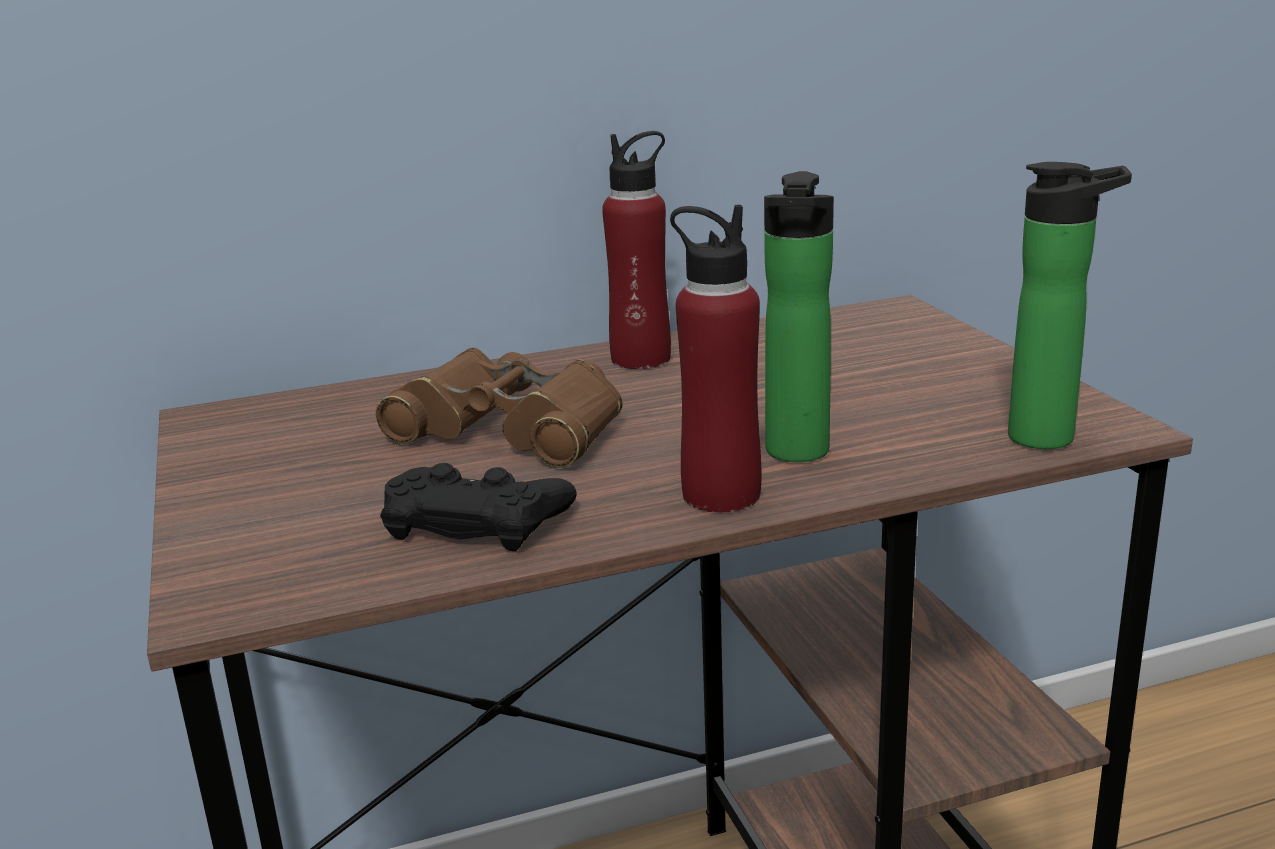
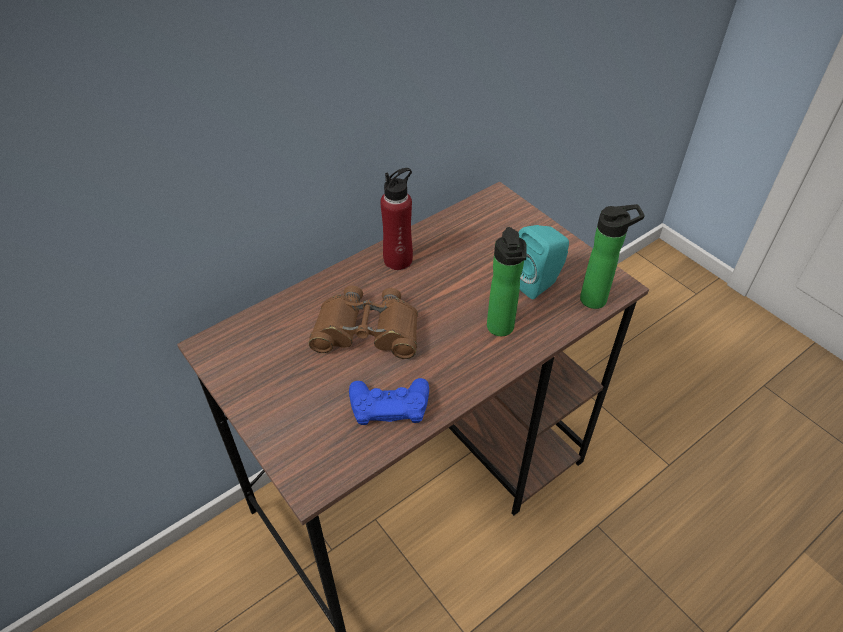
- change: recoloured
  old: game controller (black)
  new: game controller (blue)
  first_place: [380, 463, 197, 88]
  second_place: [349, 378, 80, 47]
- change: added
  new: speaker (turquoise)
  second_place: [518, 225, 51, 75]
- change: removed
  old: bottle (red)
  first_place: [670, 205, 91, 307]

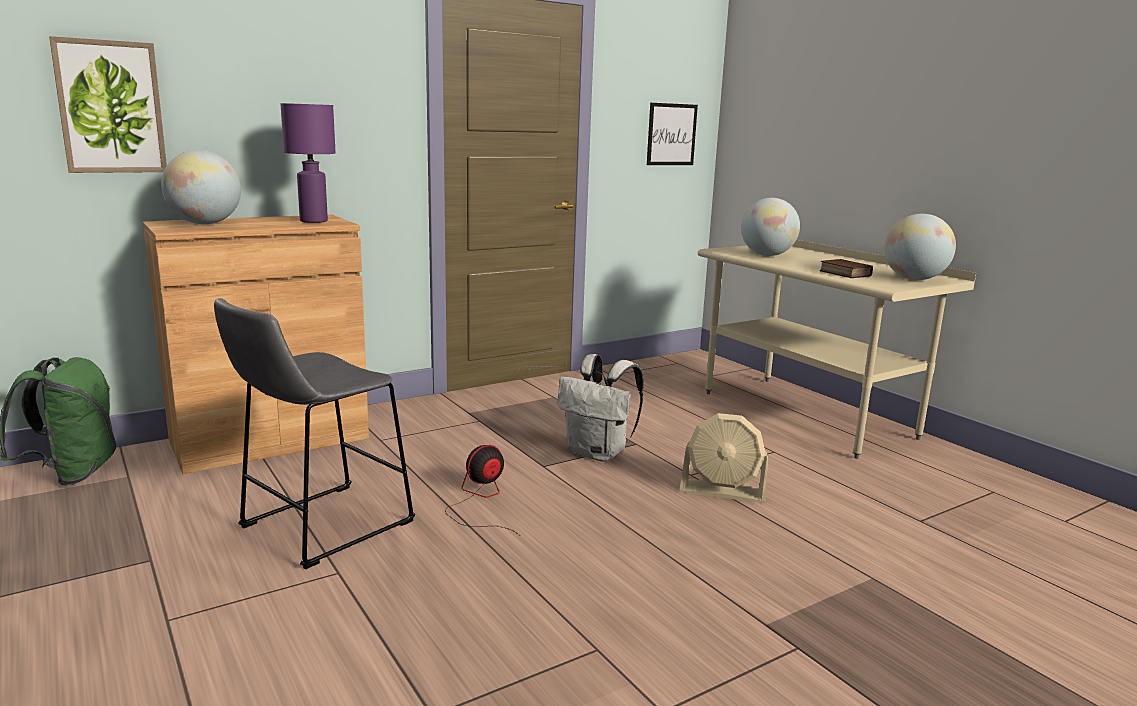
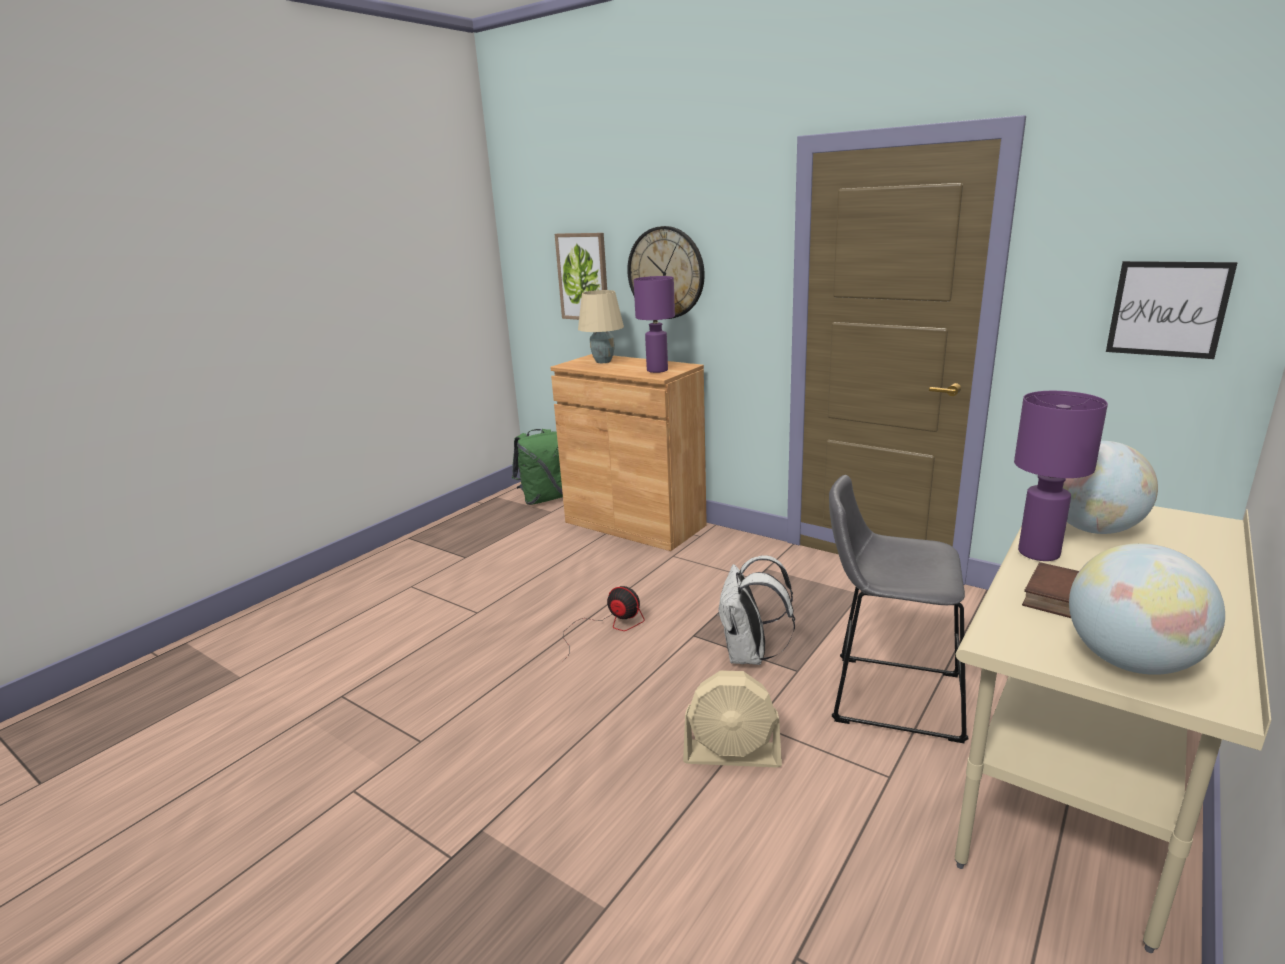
- change: replaced
  old: globe
  new: table lamp (beige)
  first_place: [161, 150, 80, 74]
  second_place: [578, 290, 46, 73]
- change: added
  new: wall clock
  second_place: [627, 226, 78, 93]
- change: turned
  old: fan (beige)
  first_place: [680, 413, 88, 90]
  second_place: [683, 670, 99, 97]
  degrees: -75
- change: moved
  old: stool (grey)
  first_place: [214, 298, 201, 271]
  second_place: [829, 475, 140, 268]
- change: added
  new: table lamp (purple)
  second_place: [1014, 391, 94, 170]

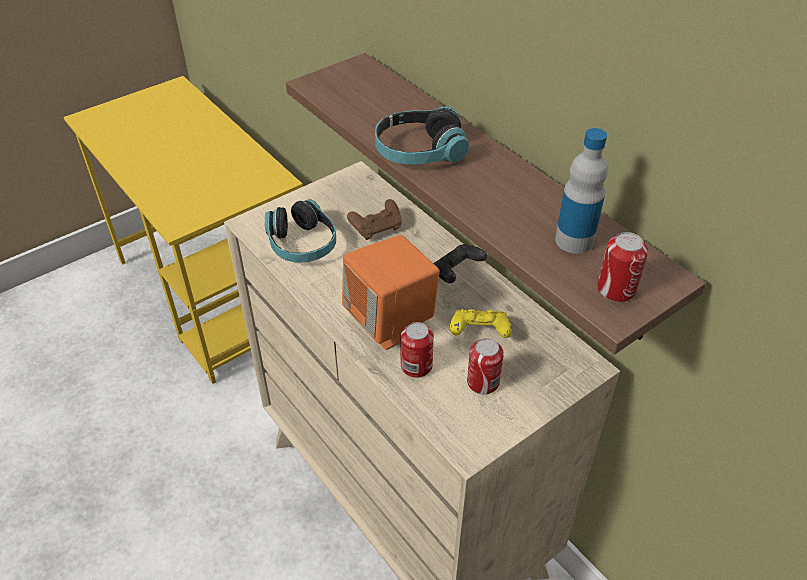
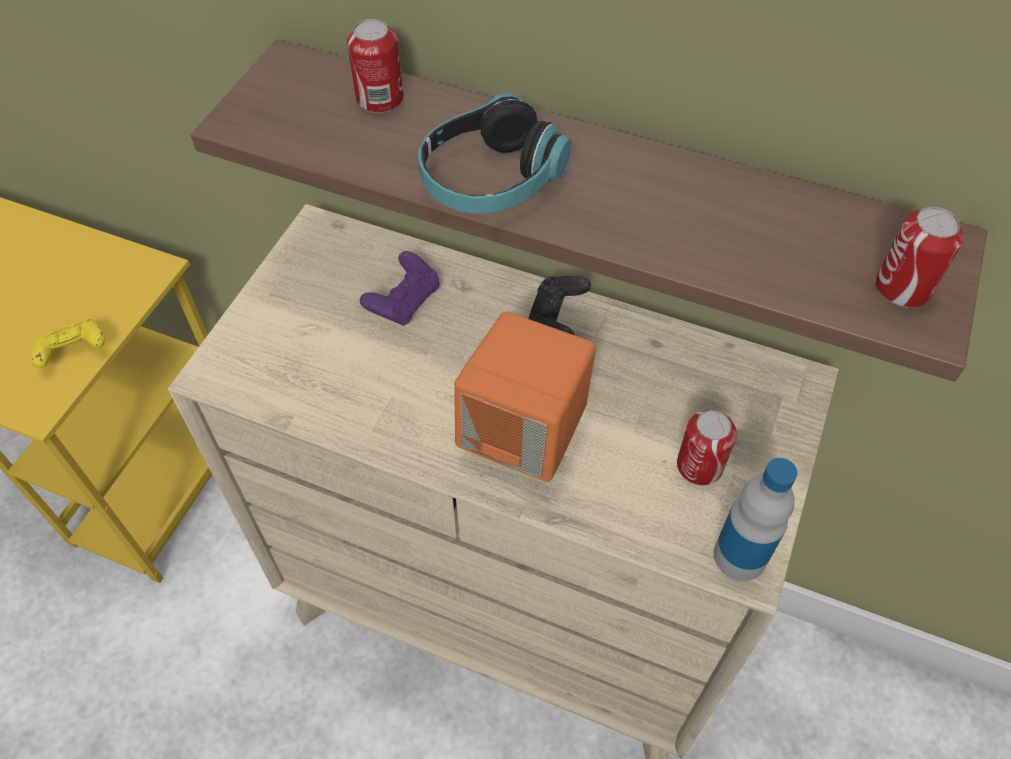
- change: moved
  old: game controller (yellow)
  first_place: [450, 309, 62, 29]
  second_place: [32, 319, 73, 49]
- change: moved
  old: can
  first_place: [401, 322, 33, 56]
  second_place: [347, 19, 56, 94]
- change: recoloured
  old: game controller (brown)
  new: game controller (purple)
  first_place: [347, 199, 54, 41]
  second_place: [360, 251, 80, 75]
- change: moved
  old: bottle
  first_place: [555, 128, 53, 126]
  second_place: [714, 458, 83, 123]
- change: removed
  old: headphones
  first_place: [265, 199, 71, 64]

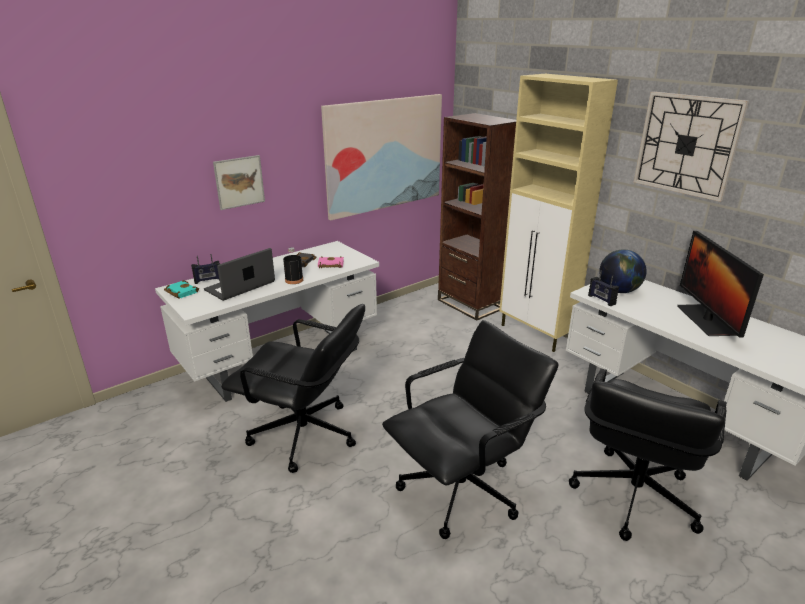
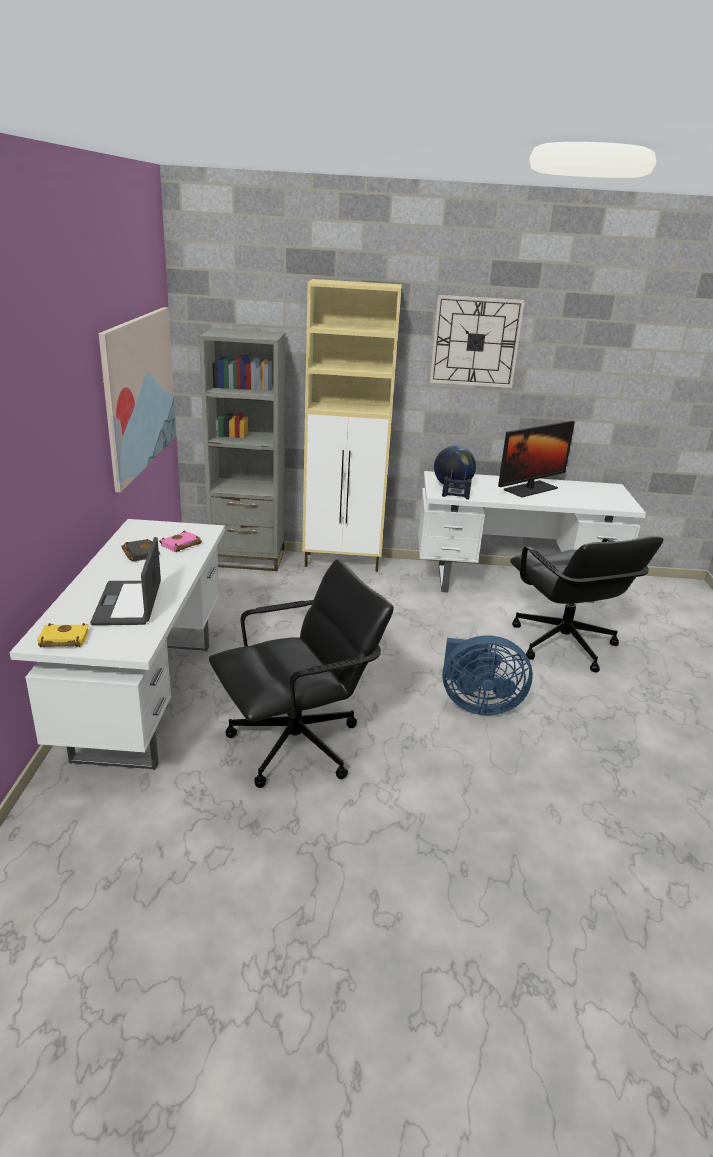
- change: recoloured
  old: book (turquoise)
  new: book (yellow)
  first_place: [164, 280, 35, 19]
  second_place: [37, 623, 52, 24]
- change: recoloured
  old: bookcase (brown)
  new: bookcase (grey)
  first_place: [438, 113, 78, 208]
  second_place: [199, 328, 87, 243]
- change: replaced
  old: office chair (black)
  new: fan (blue)
  first_place: [382, 320, 176, 219]
  second_place: [442, 635, 91, 81]
- change: turned
  old: monitor
  first_place: [677, 231, 87, 107]
  second_place: [498, 421, 77, 77]
  degrees: -75
- change: removed
  old: radio
  first_place: [191, 254, 29, 30]
- change: removed
  old: picture
  first_place: [213, 155, 52, 55]
- change: removed
  old: bottle (black)
  first_place: [283, 247, 20, 37]

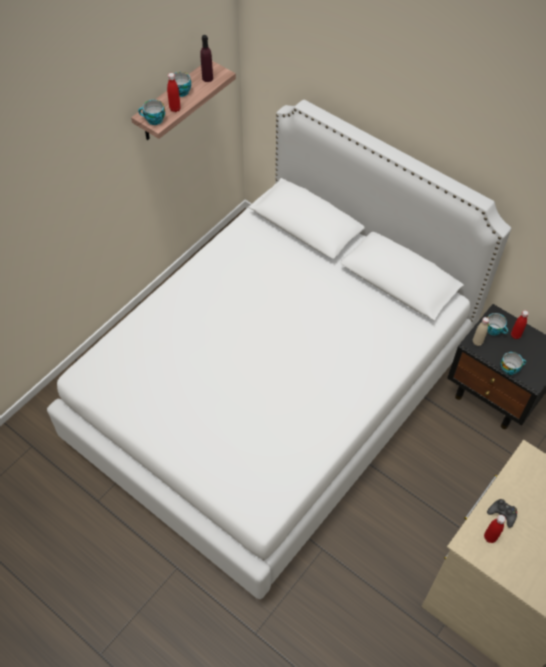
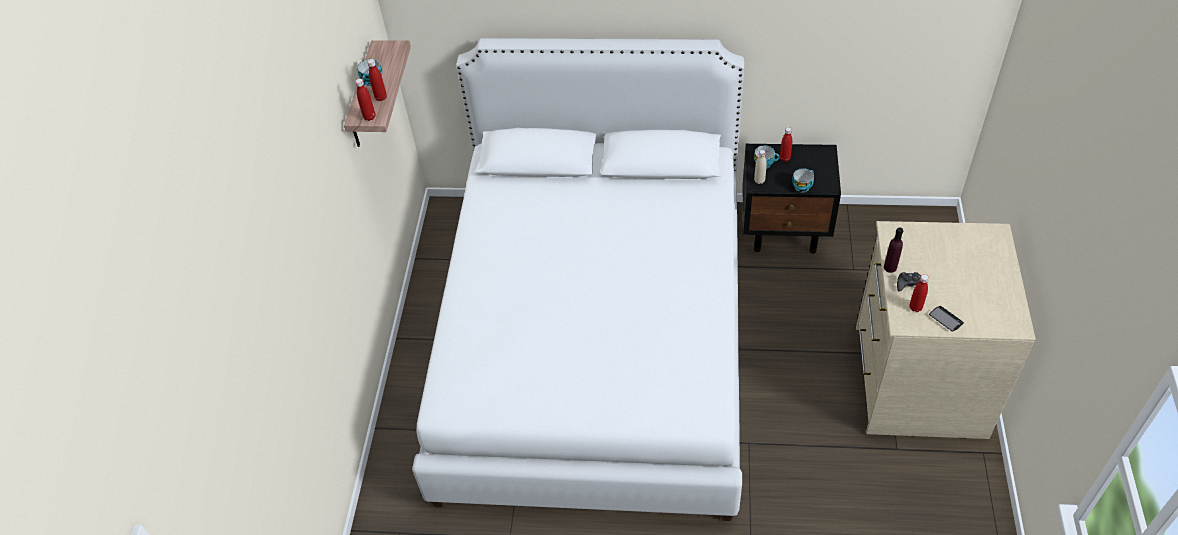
- change: replaced
  old: cup
  new: bottle (red)
  first_place: [138, 100, 27, 25]
  second_place: [355, 79, 20, 42]
- change: moved
  old: bottle (purple)
  first_place: [200, 35, 13, 47]
  second_place: [884, 227, 19, 46]
- change: added
  new: phone
  second_place: [929, 306, 35, 26]

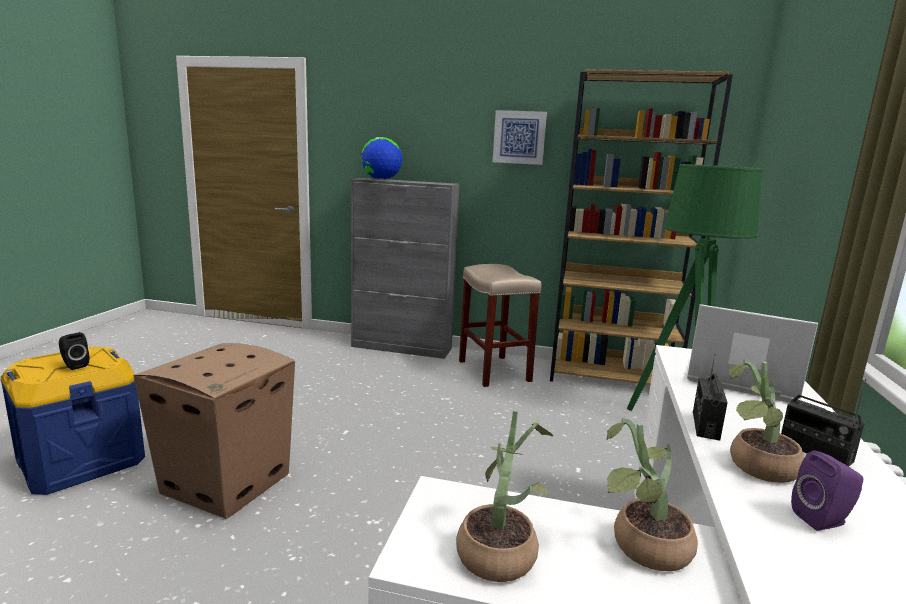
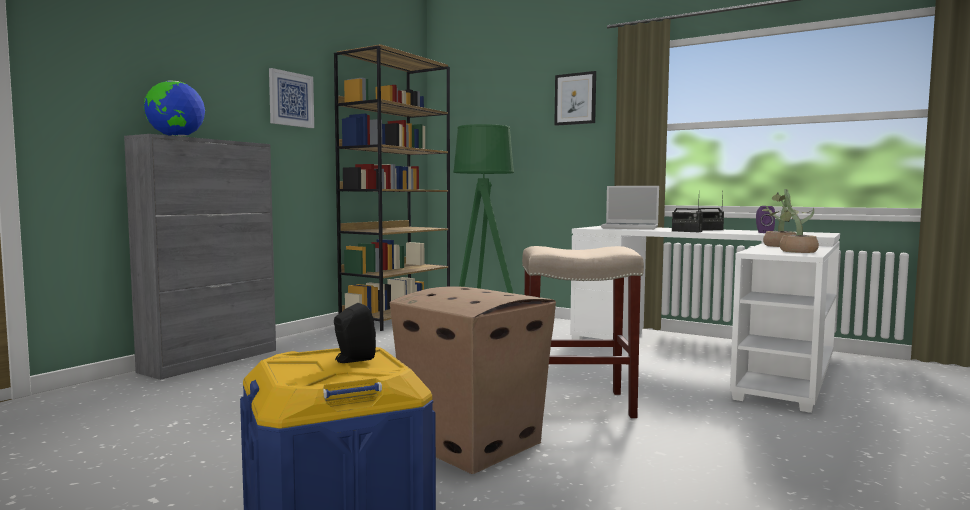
- change: moved
  old: stool (beige)
  first_place: [459, 264, 82, 123]
  second_place: [522, 246, 122, 172]
- change: added
  new: picture
  second_place: [554, 71, 42, 55]
- change: turned
  old: laptop
  first_place: [687, 304, 131, 99]
  second_place: [601, 186, 58, 44]
  degrees: -120
- change: removed
  old: potted plant
  first_place: [728, 360, 76, 123]

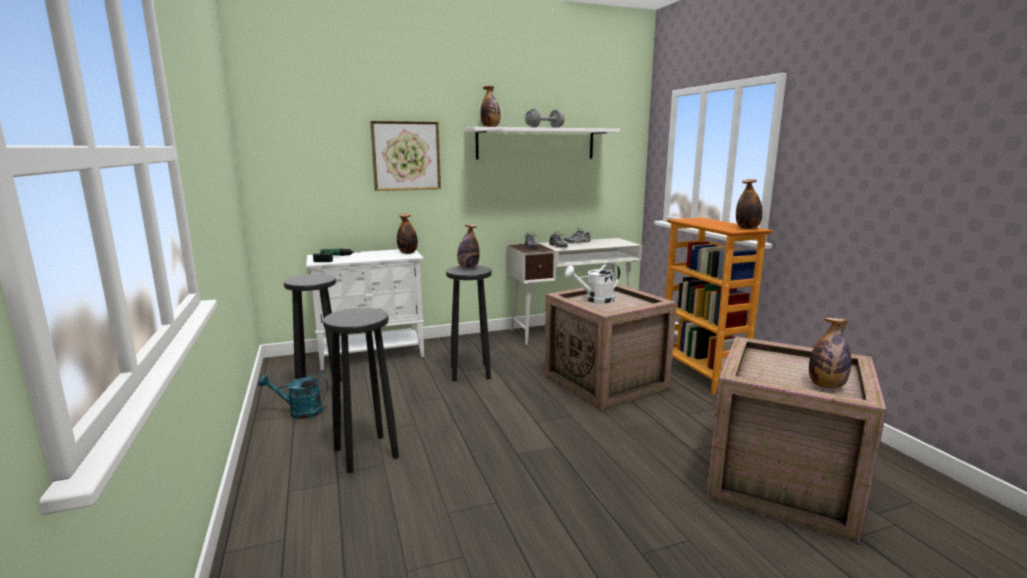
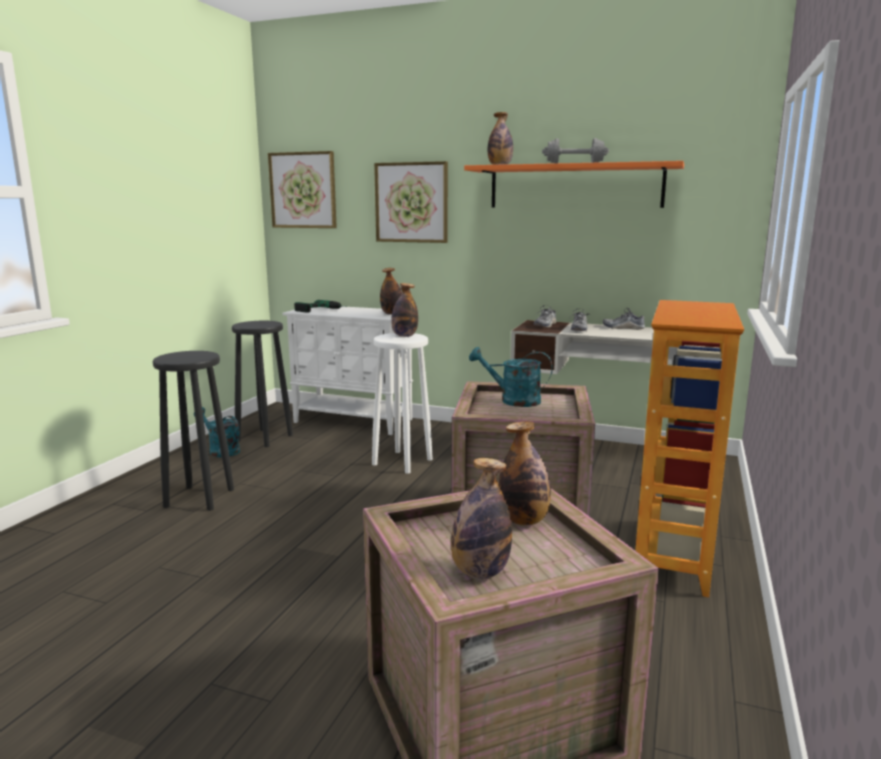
- change: added
  new: picture
  second_place: [268, 151, 69, 77]
- change: recoloured
  old: stool (black)
  new: stool (white)
  first_place: [446, 265, 46, 116]
  second_place: [372, 333, 61, 141]
- change: recoloured
  old: shelf (white)
  new: shelf (orange)
  first_place: [464, 127, 156, 33]
  second_place: [464, 161, 220, 47]
- change: recoloured
  old: watering can (white)
  new: watering can (turquoise)
  first_place: [565, 263, 55, 40]
  second_place: [469, 347, 84, 60]
- change: moved
  old: bottle
  first_place: [736, 179, 27, 50]
  second_place: [499, 421, 52, 104]

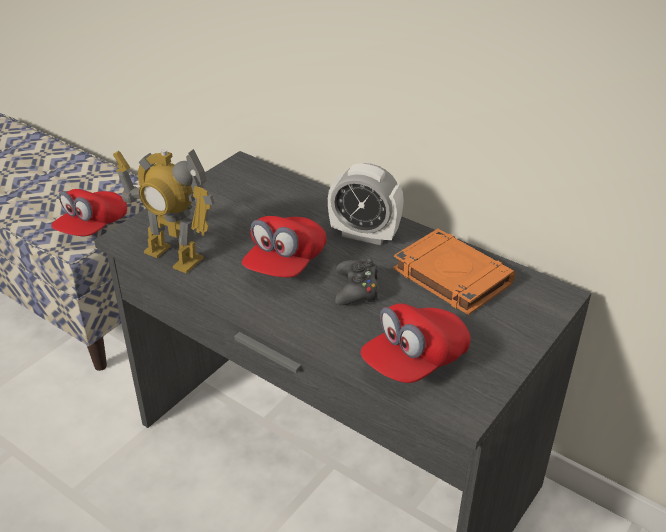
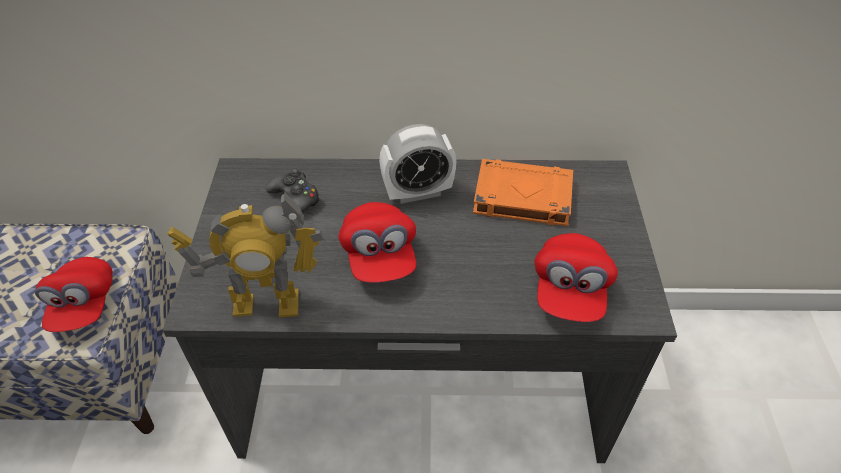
- change: moved
  old: game controller (black)
  first_place: [335, 258, 44, 47]
  second_place: [266, 168, 54, 45]

